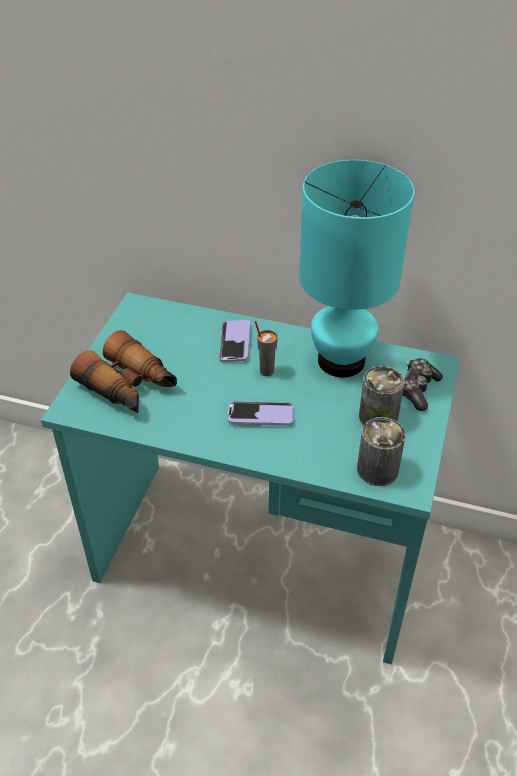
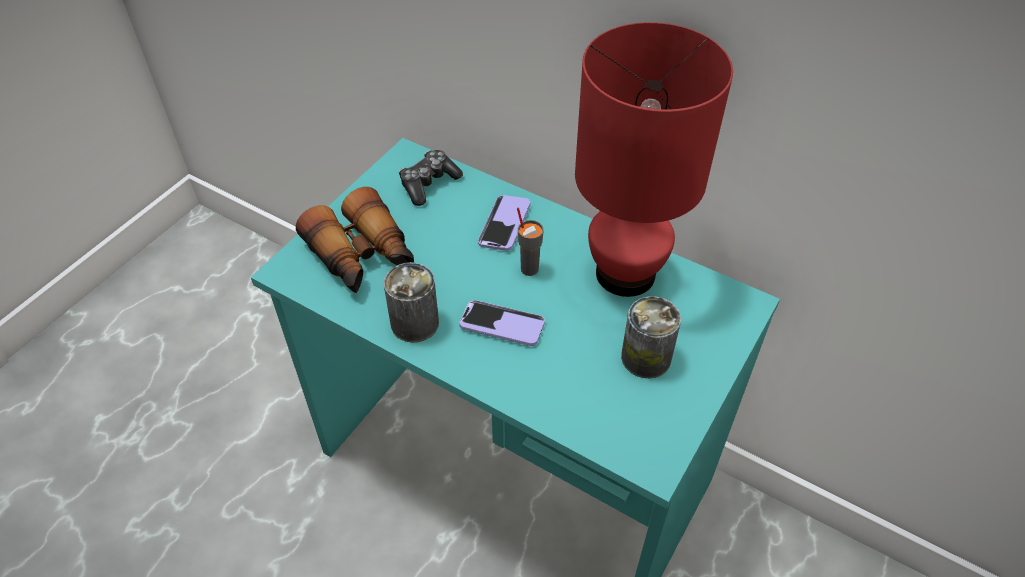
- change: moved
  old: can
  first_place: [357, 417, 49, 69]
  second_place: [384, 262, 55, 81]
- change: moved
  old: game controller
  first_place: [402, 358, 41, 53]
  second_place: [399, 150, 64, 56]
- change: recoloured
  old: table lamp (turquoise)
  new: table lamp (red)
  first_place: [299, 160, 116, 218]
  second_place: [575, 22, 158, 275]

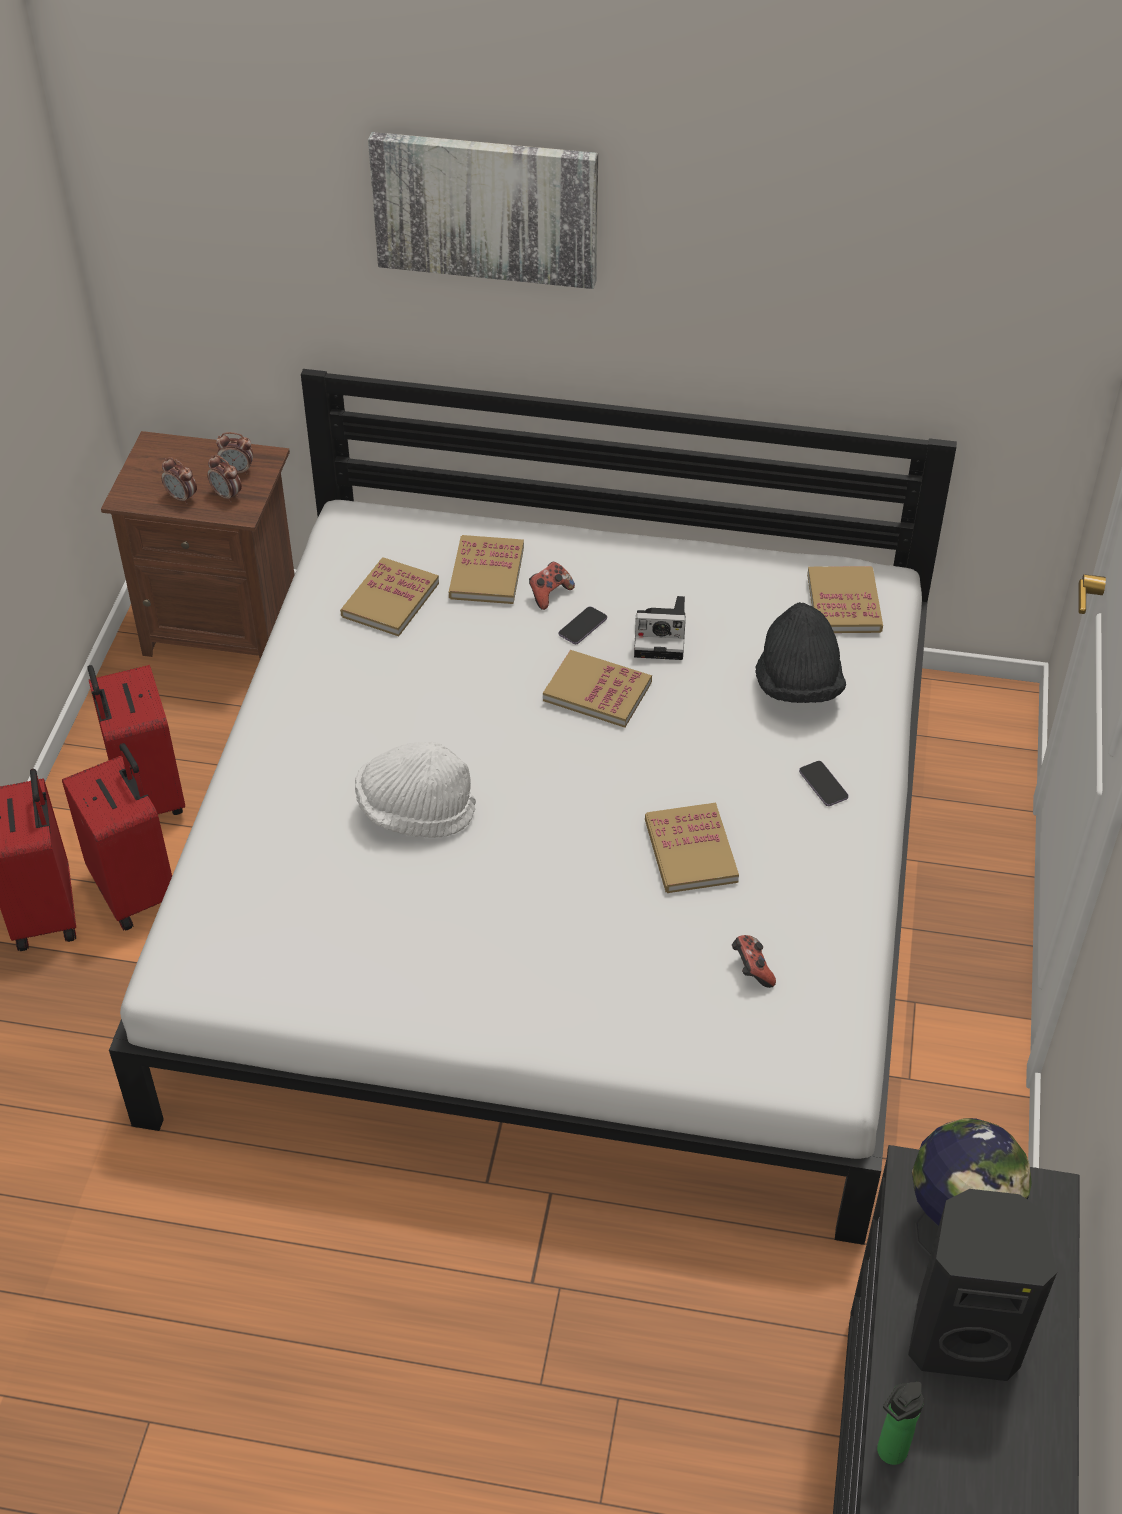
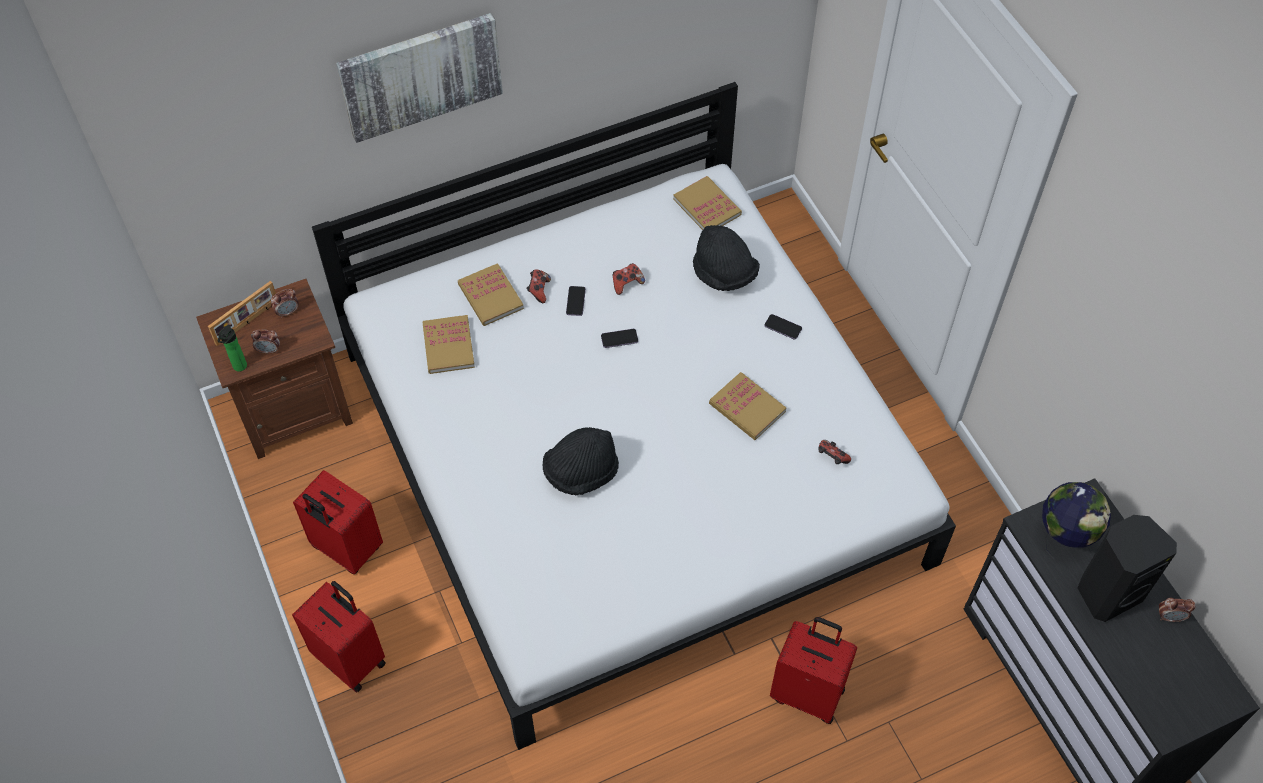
- change: added
  new: picture frame
  second_place: [208, 281, 68, 65]
- change: moved
  old: bottle
  first_place: [877, 1382, 47, 83]
  second_place: [218, 325, 29, 47]
- change: recoloured
  old: hat (white)
  new: hat (black)
  first_place: [355, 742, 121, 96]
  second_place: [543, 427, 76, 68]
- change: replaced
  old: book
  new: phone
  first_place: [543, 650, 109, 78]
  second_place: [601, 329, 37, 19]
- change: replaced
  old: photo camera
  new: game controller
  first_place: [634, 596, 52, 64]
  second_place: [613, 263, 32, 32]
- change: moved
  old: suitcase (red)
  first_place: [62, 743, 110, 188]
  second_place: [770, 617, 87, 107]
- change: moved
  old: alarm clock
  first_place: [207, 455, 35, 48]
  second_place: [1159, 598, 37, 24]

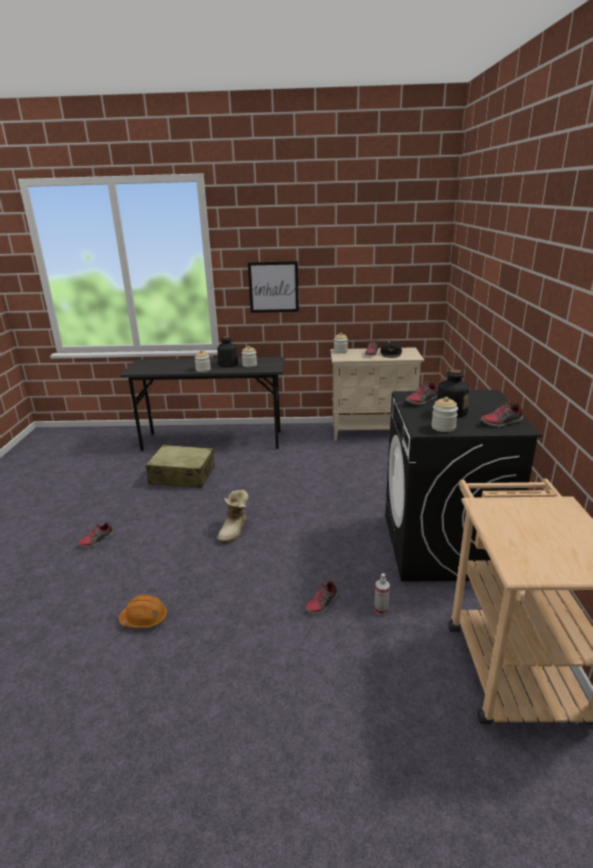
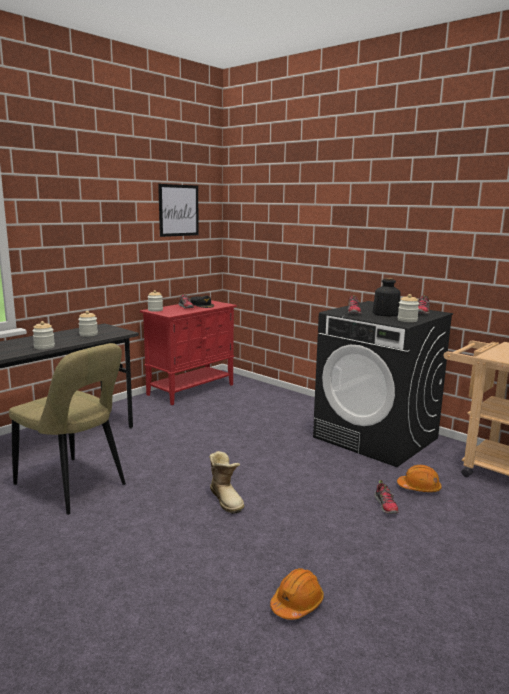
- change: replaced
  old: suitcase (beige)
  new: chair (beige)
  first_place: [146, 445, 68, 43]
  second_place: [9, 343, 117, 172]
- change: recoloured
  old: cabinet (beige)
  new: cabinet (red)
  first_place: [330, 347, 94, 94]
  second_place: [140, 300, 97, 105]
- change: moved
  old: picture
  first_place: [248, 261, 51, 52]
  second_place: [158, 184, 41, 53]
- change: replaced
  old: spray bottle
  new: hard hat (orange)
  first_place: [374, 573, 16, 42]
  second_place: [397, 465, 45, 27]
- change: removed
  old: shoe
  first_place: [77, 521, 37, 27]
- change: removed
  old: bottle
  first_place: [217, 336, 21, 32]

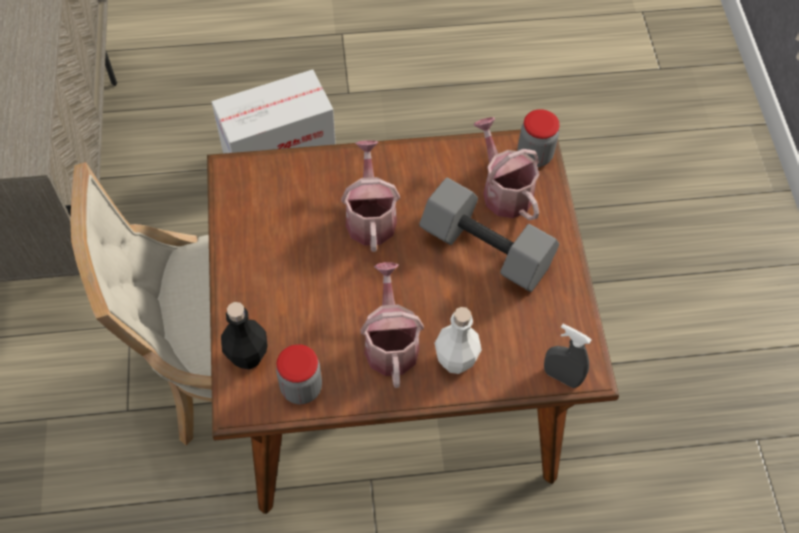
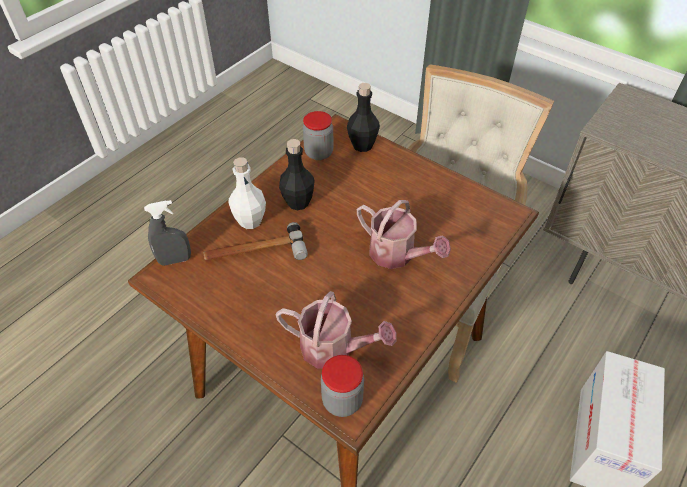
- change: added
  new: hammer
  second_place: [203, 222, 105, 38]
- change: replaced
  old: watering can
  new: bottle (black)
  first_place: [360, 262, 64, 126]
  second_place: [279, 139, 36, 71]
- change: removed
  old: dumbbell (grey)
  first_place: [419, 177, 140, 115]

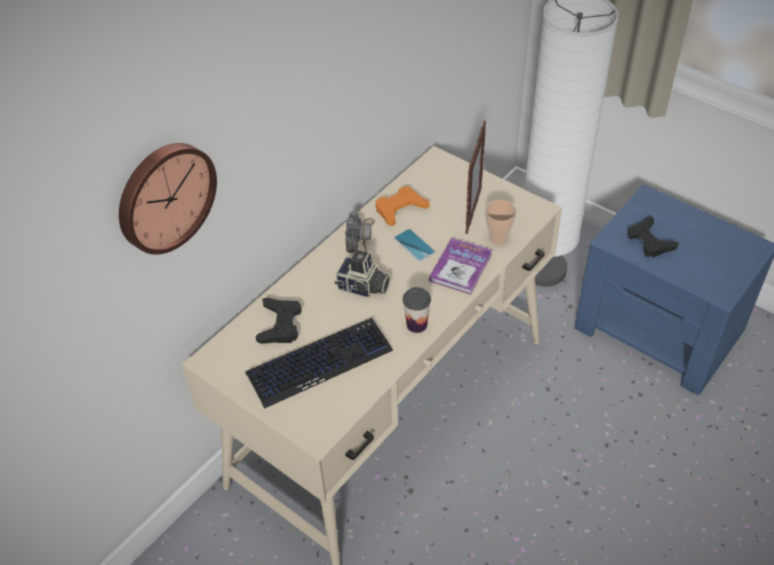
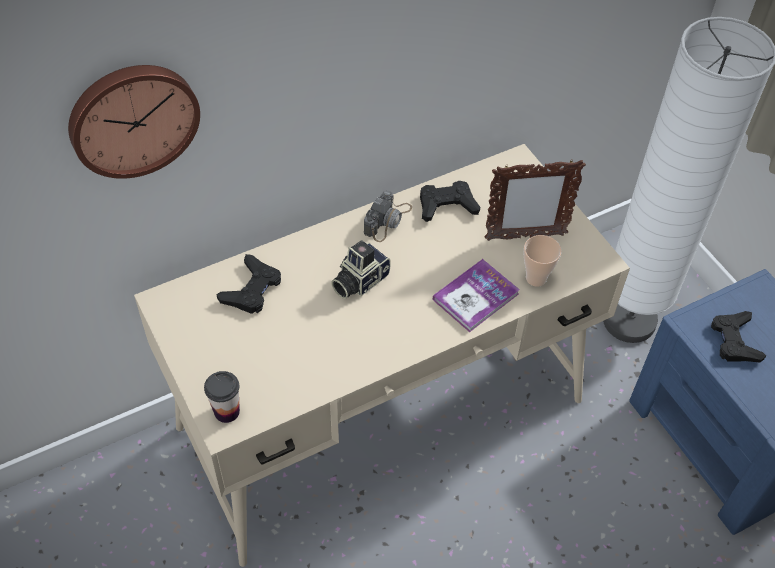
- change: moved
  old: cup
  first_place: [403, 287, 28, 46]
  second_place: [204, 371, 36, 52]
- change: turned
  old: photo camera
  first_place: [335, 250, 55, 48]
  second_place: [331, 240, 59, 59]
  degrees: 90
- change: recoloured
  old: game controller (orange)
  new: game controller (black)
  first_place: [376, 186, 53, 40]
  second_place: [420, 181, 60, 41]
- change: turned
  old: picture frame
  first_place: [465, 121, 21, 113]
  second_place: [484, 159, 102, 82]
  degrees: 45
- change: removed
  old: keyboard
  first_place: [245, 318, 148, 91]
- change: removed
  old: phone
  first_place: [394, 229, 42, 33]

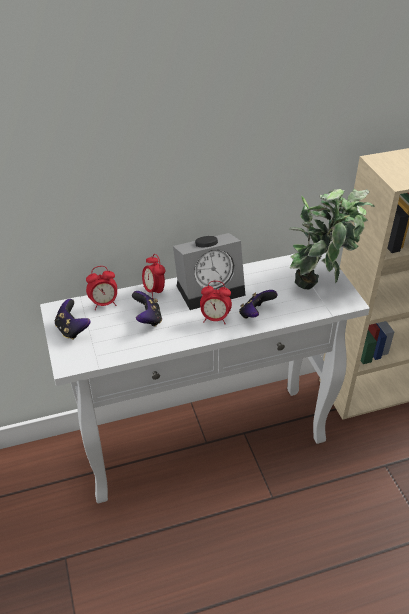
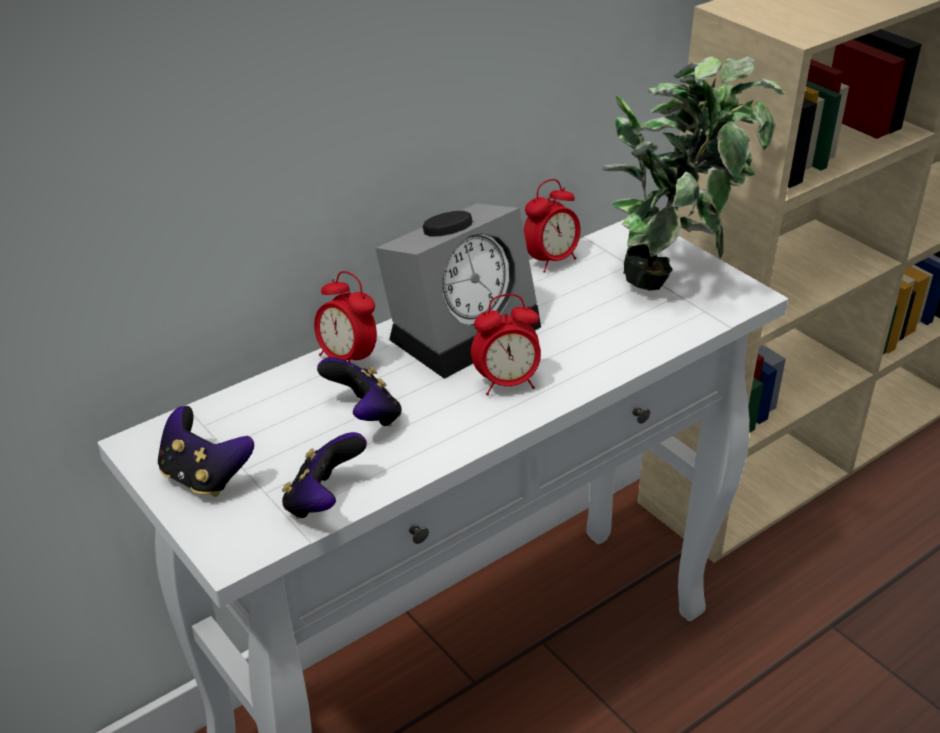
- change: moved
  old: game controller
  first_place: [239, 290, 39, 28]
  second_place: [282, 432, 85, 87]
- change: moved
  old: alarm clock
  first_place: [86, 266, 31, 44]
  second_place: [524, 179, 57, 94]

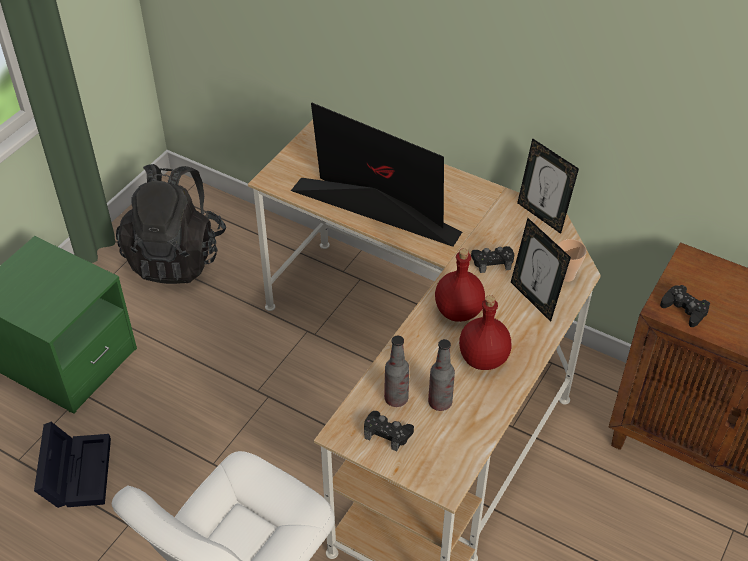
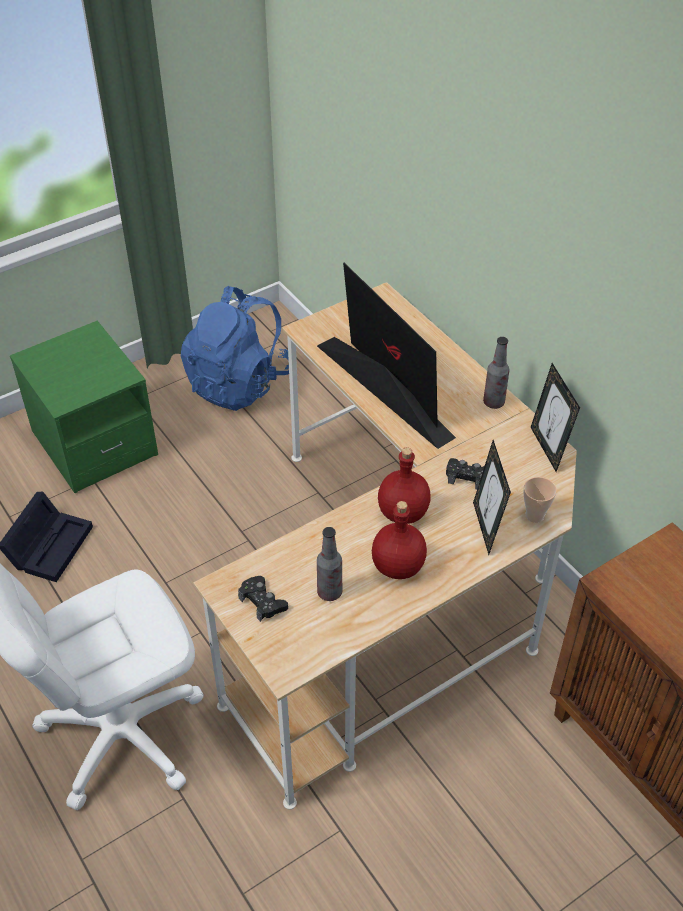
- change: recoloured
  old: backpack (black)
  new: backpack (blue)
  first_place: [116, 164, 110, 120]
  second_place: [181, 286, 108, 125]
- change: moved
  old: bottle
  first_place: [384, 336, 25, 71]
  second_place: [483, 337, 26, 72]
- change: removed
  old: game controller (black)
  first_place: [660, 285, 50, 42]

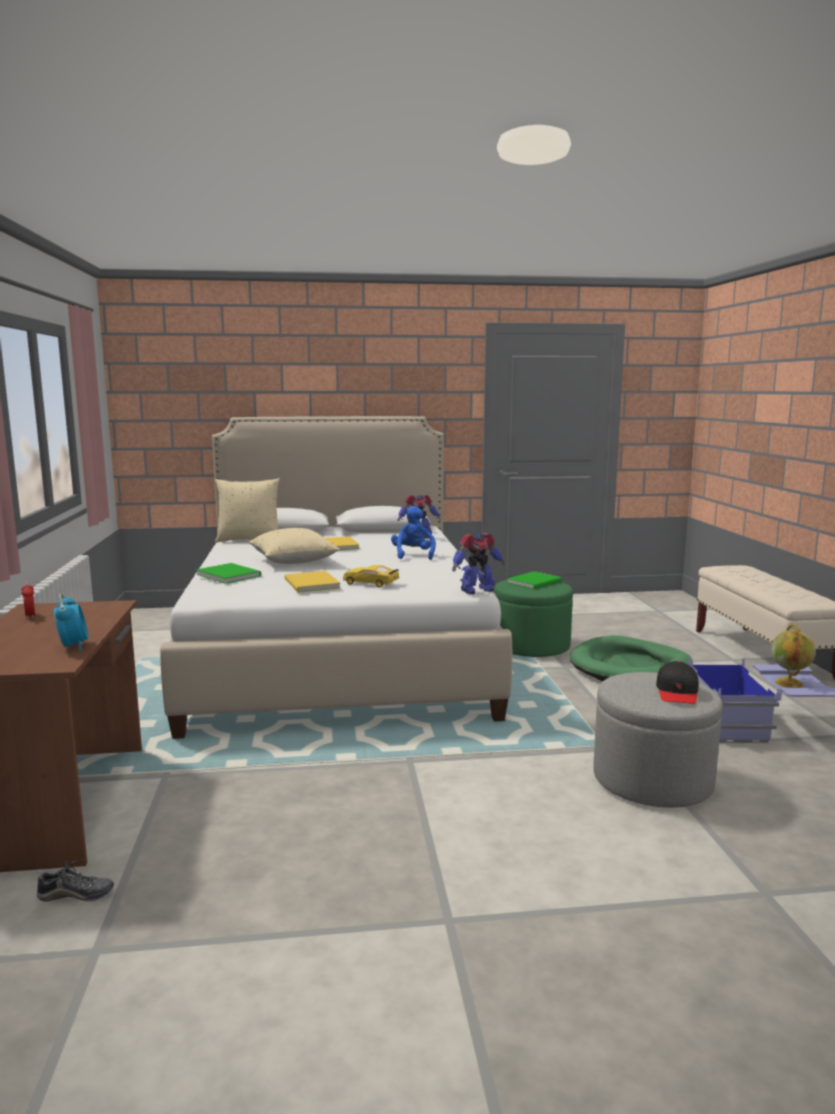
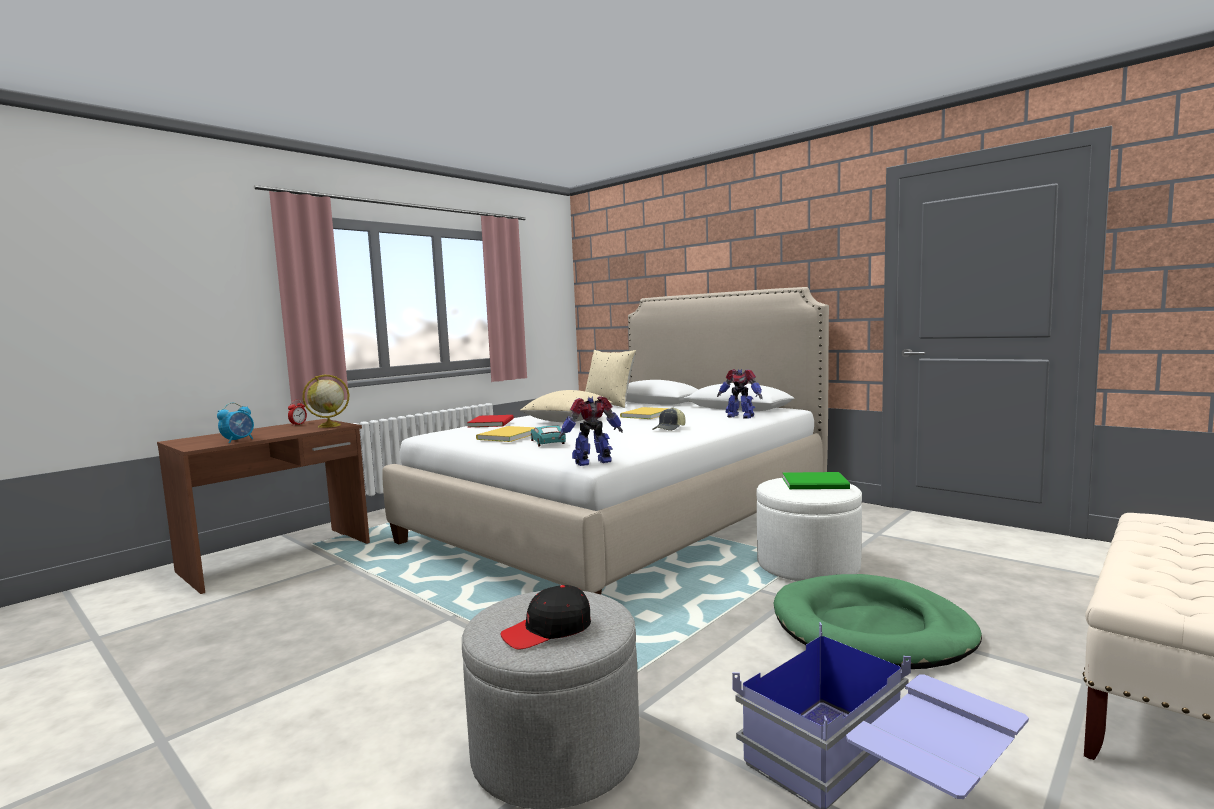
- change: moved
  old: globe
  first_place: [771, 624, 45, 63]
  second_place: [303, 375, 46, 53]
- change: recoloured
  old: book (green)
  new: book (red)
  first_place: [196, 563, 65, 21]
  second_place: [467, 415, 47, 12]
- change: recoloured
  old: toy car (yellow)
  new: toy car (turquoise)
  first_place: [343, 565, 56, 22]
  second_place: [531, 426, 35, 21]
- change: turned
  old: toy robot
  first_place: [452, 532, 53, 62]
  second_place: [559, 396, 64, 70]
  degrees: 135
- change: replaced
  old: plush toy (blue)
  new: cap
  first_place: [391, 506, 45, 54]
  second_place: [652, 407, 33, 24]
- change: recoloured
  old: ottoman (green)
  new: ottoman (white)
  first_place: [494, 580, 79, 77]
  second_place: [757, 478, 105, 103]
- change: removed
  old: shoe
  first_place: [36, 859, 78, 43]

